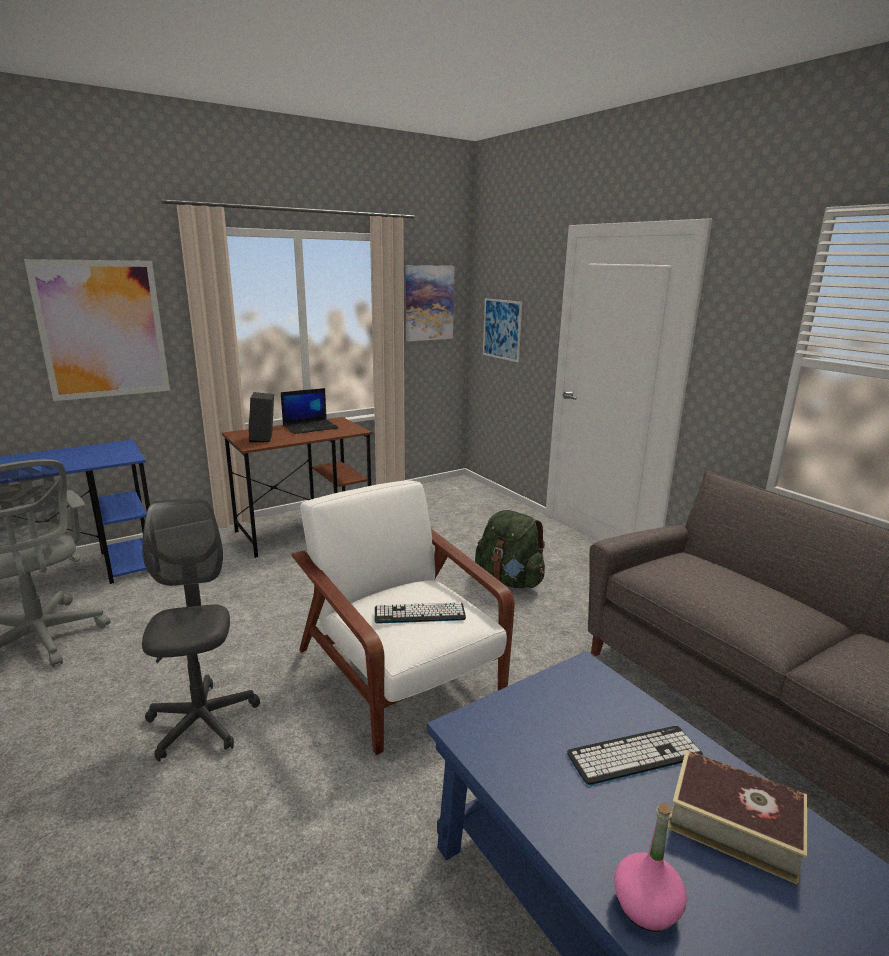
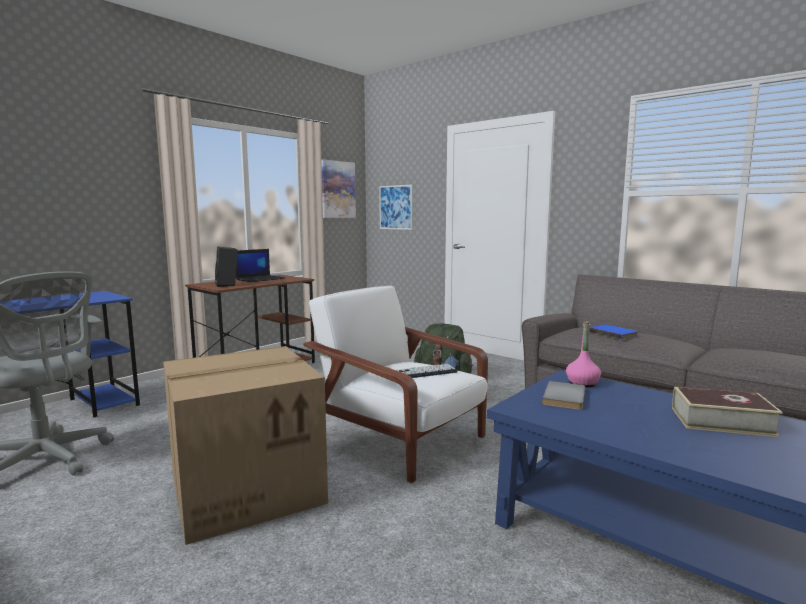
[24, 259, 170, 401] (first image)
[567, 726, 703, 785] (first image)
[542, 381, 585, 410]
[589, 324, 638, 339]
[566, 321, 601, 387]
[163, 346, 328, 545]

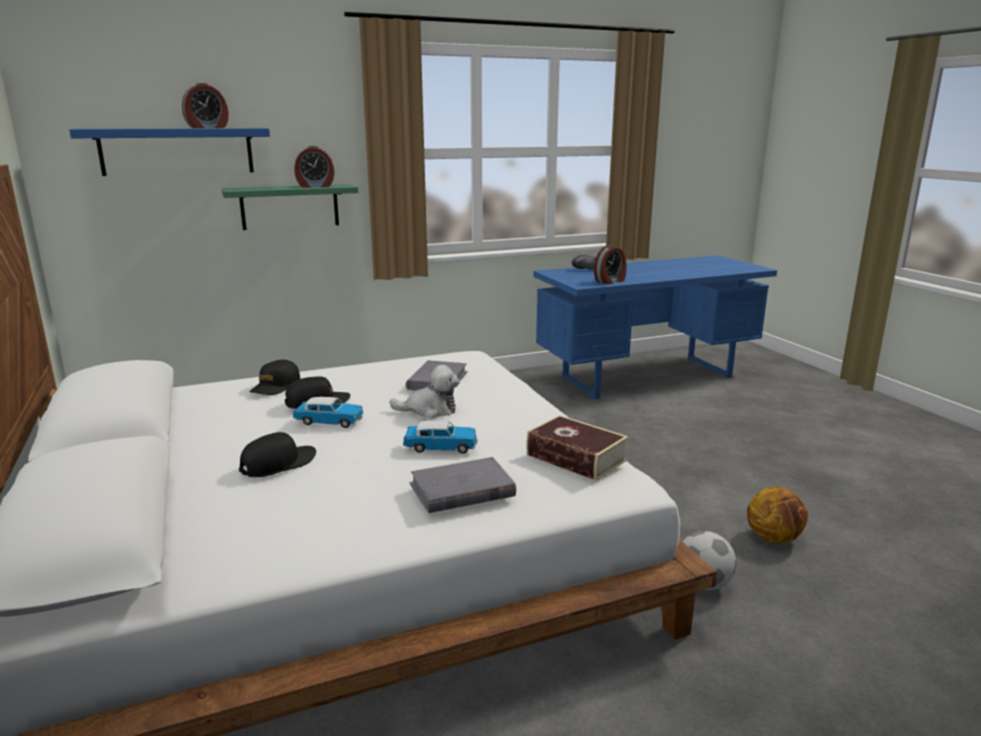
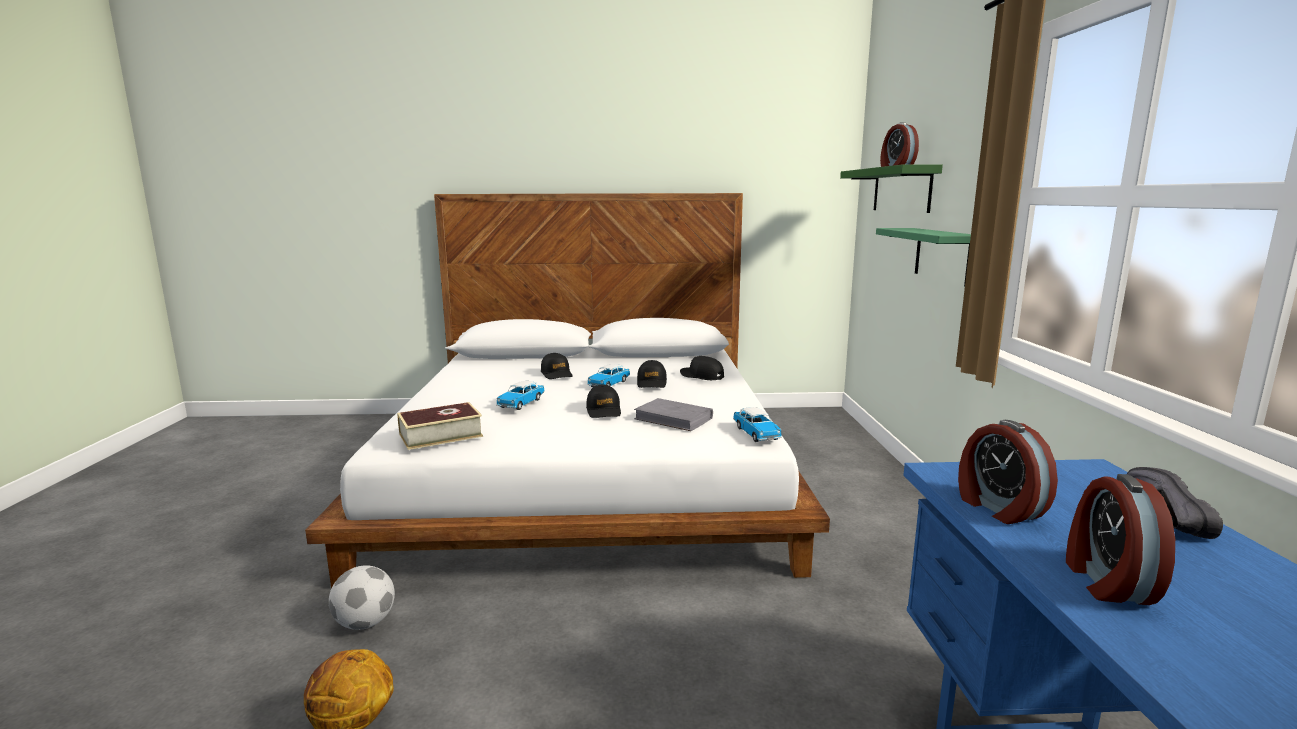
[409, 457, 516, 513] (first image)
[733, 407, 782, 442]
[1066, 474, 1175, 605]
[586, 385, 621, 418]
[840, 164, 943, 213]

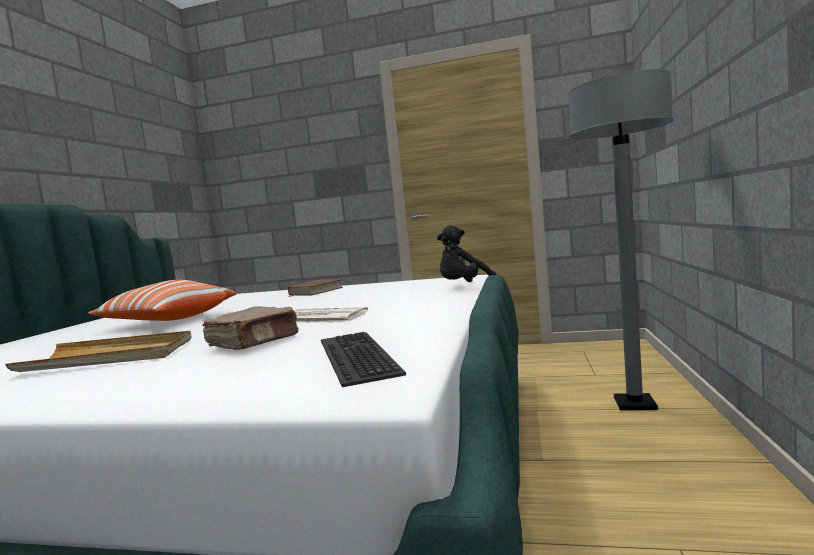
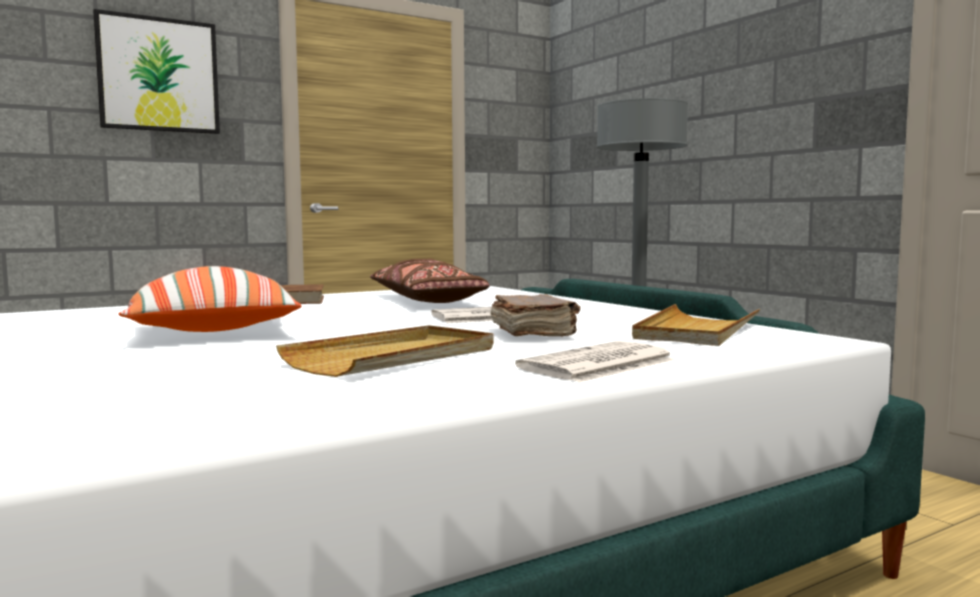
[437, 225, 497, 282] (first image)
[93, 9, 220, 134]
[370, 258, 490, 303]
[515, 341, 676, 382]
[632, 304, 760, 346]

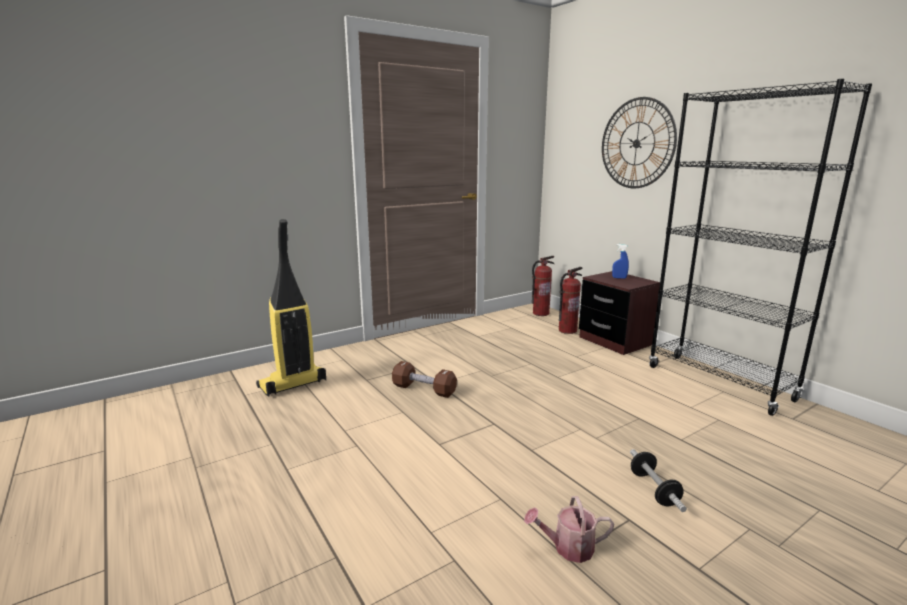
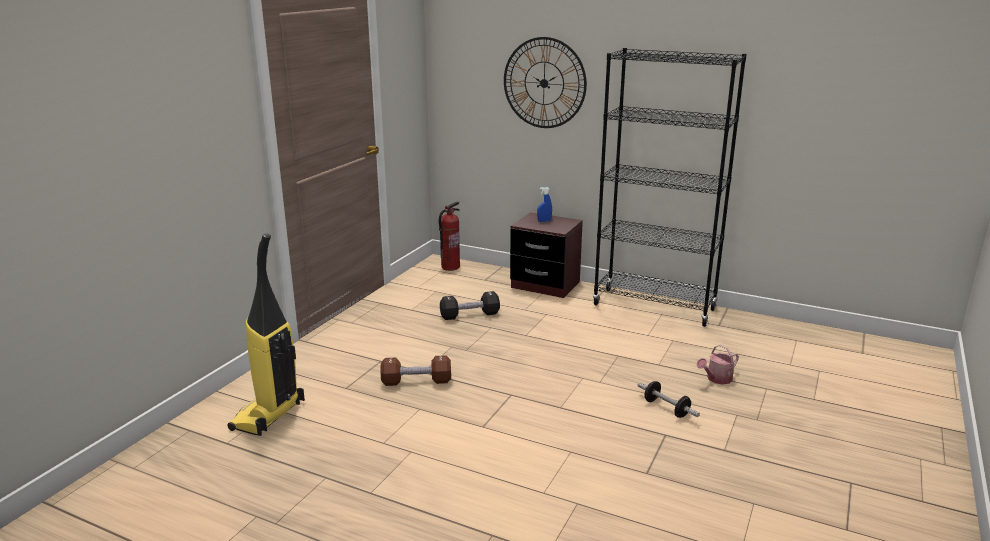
[559, 267, 582, 334] (first image)
[440, 291, 500, 320]
[697, 345, 739, 385]

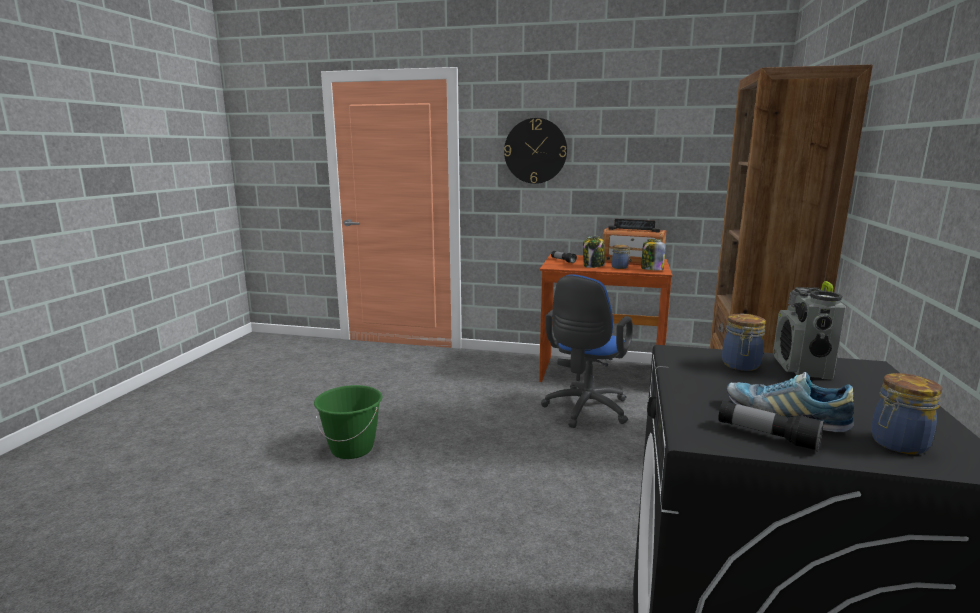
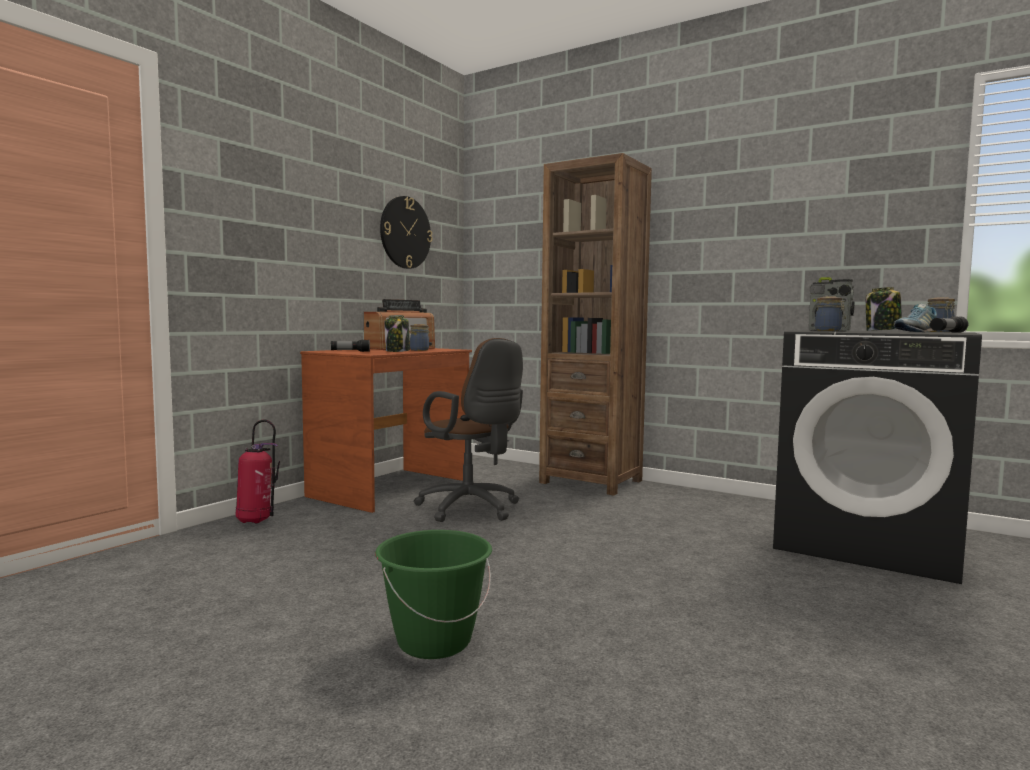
[236, 420, 280, 523]
[380, 196, 432, 269]
[866, 287, 902, 331]
[414, 338, 523, 522]

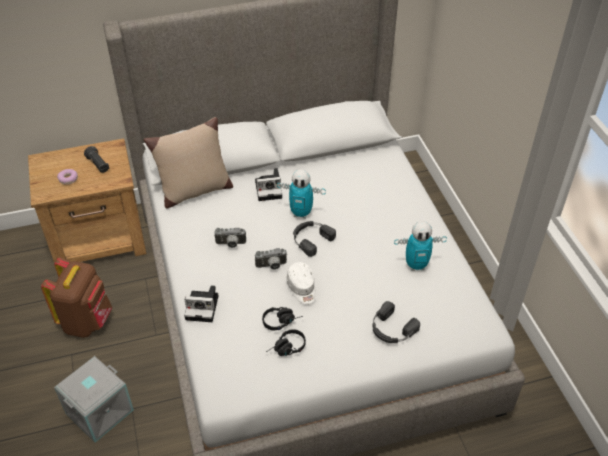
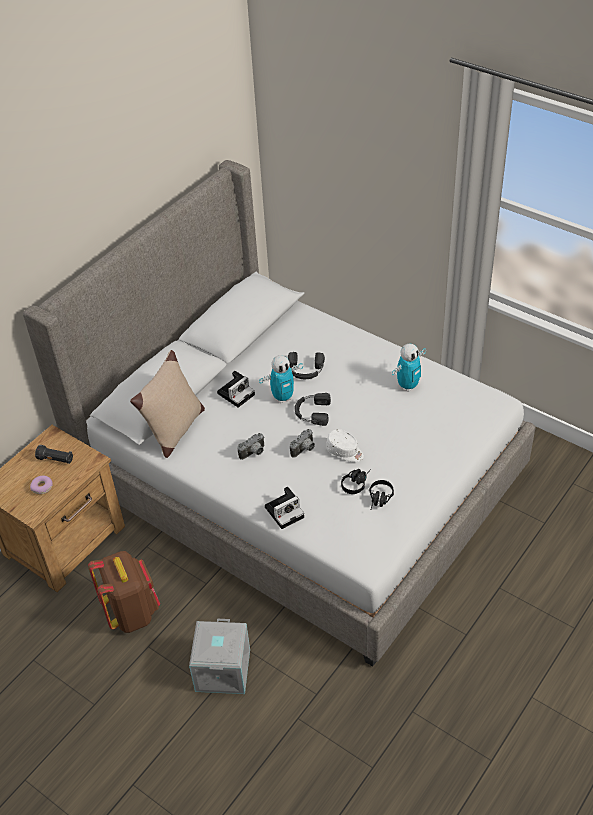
[288, 352, 325, 379]

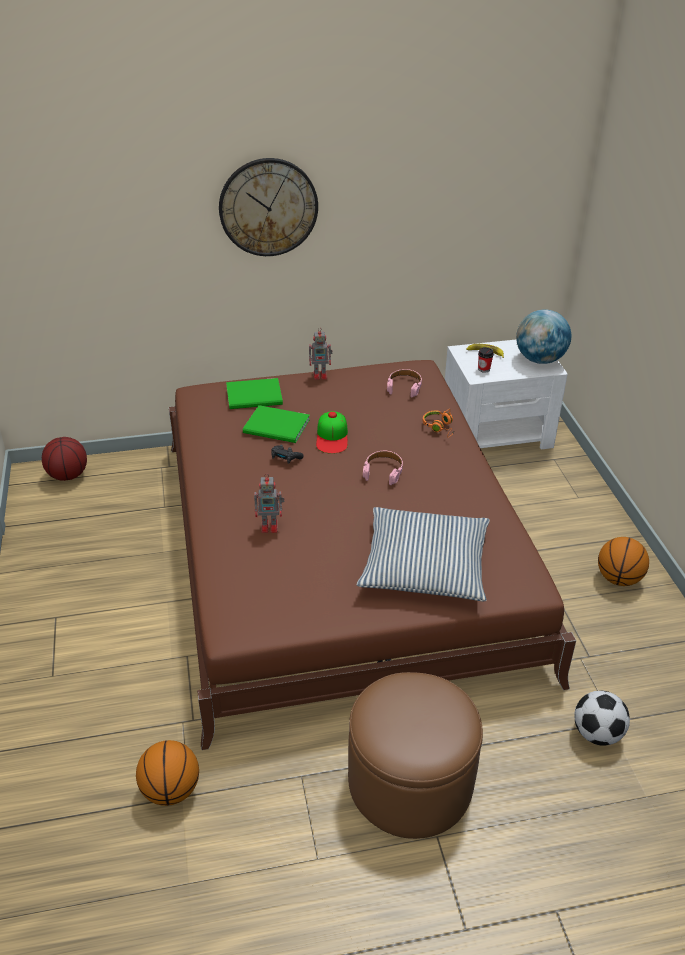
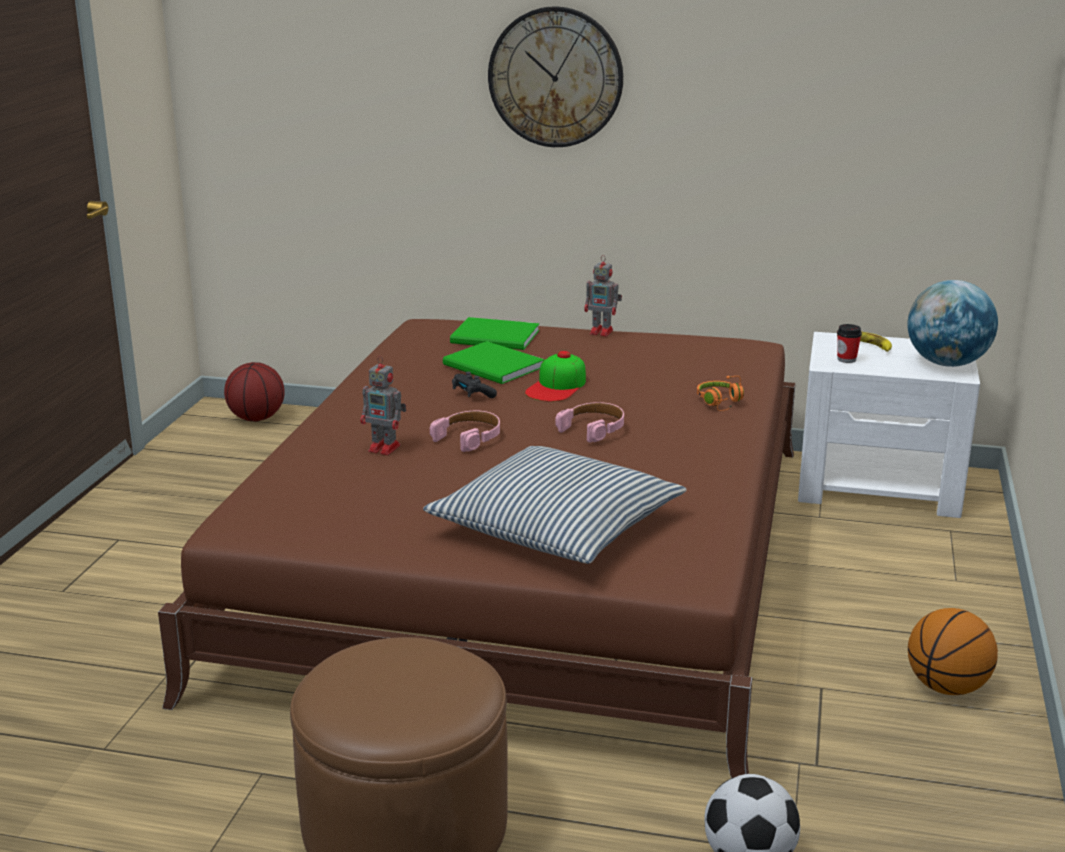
[136, 740, 199, 806] (first image)
[430, 411, 500, 452]

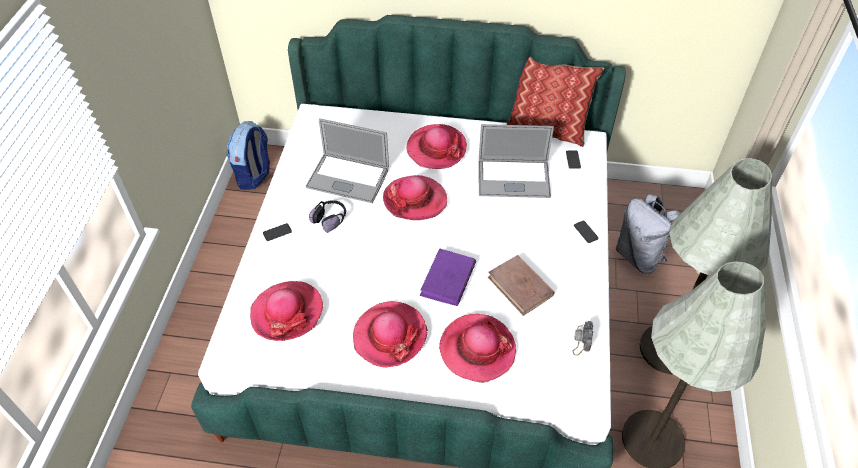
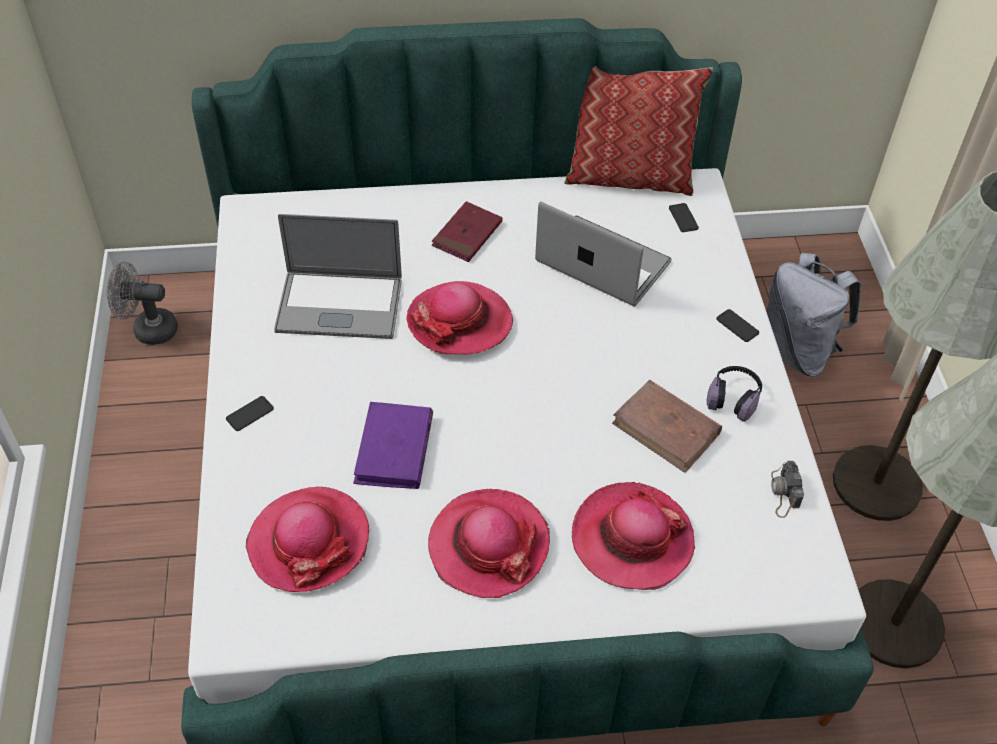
[707, 366, 762, 422]
[353, 402, 433, 489]
[106, 261, 178, 345]
[432, 201, 503, 262]
[535, 201, 672, 307]

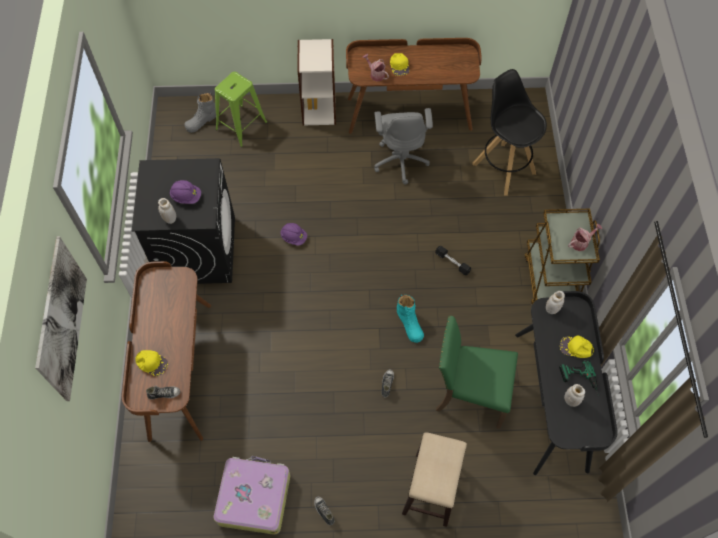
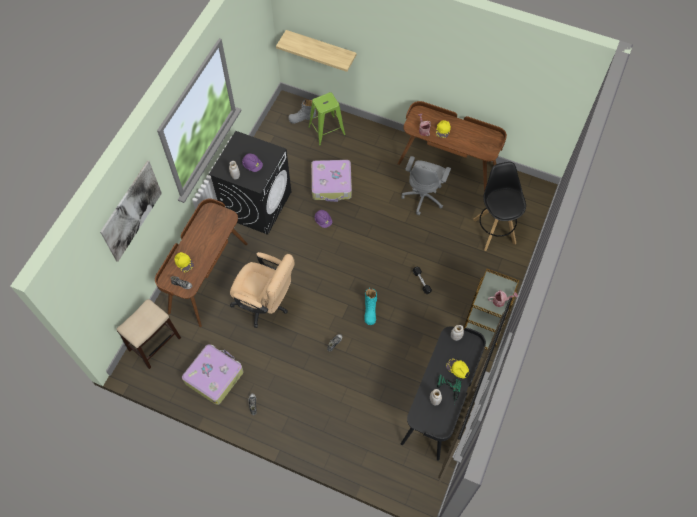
[297, 39, 336, 126] (first image)
[436, 316, 518, 429] (first image)
[230, 252, 294, 328]
[276, 30, 357, 72]
[311, 160, 352, 202]
[116, 299, 181, 369]

